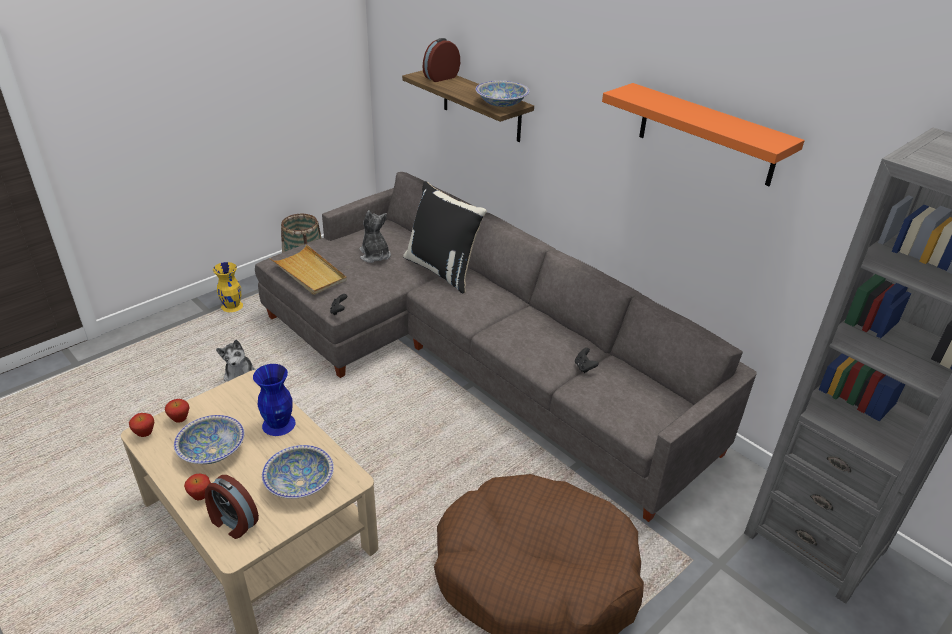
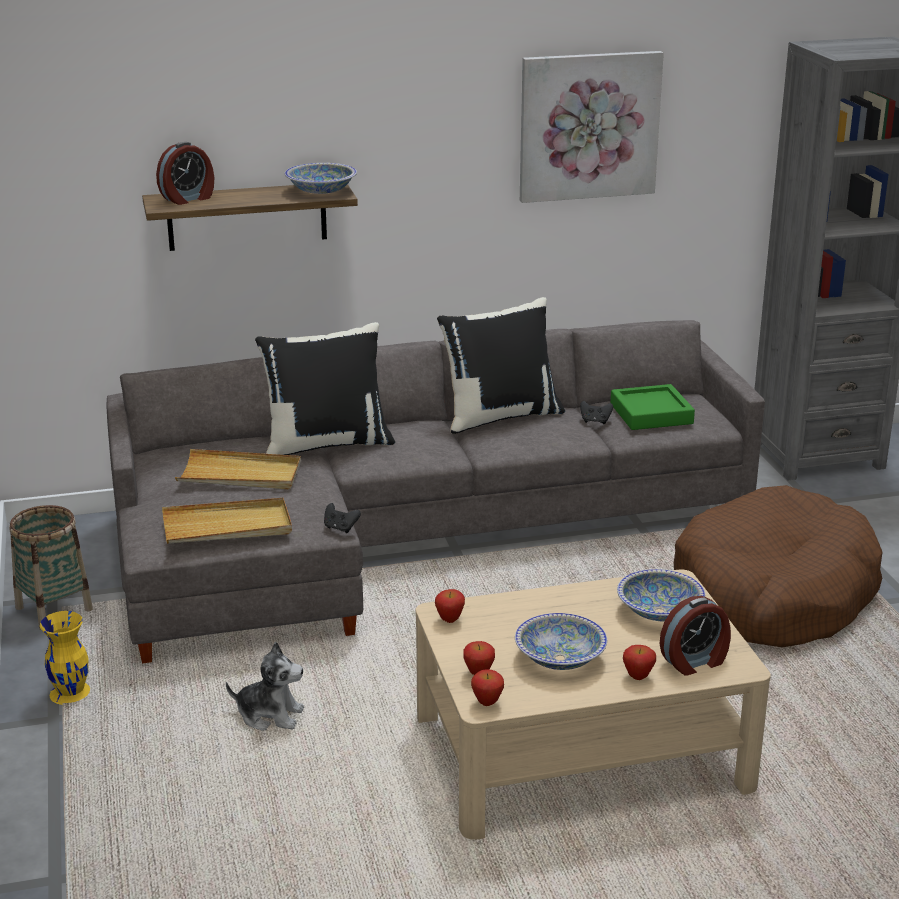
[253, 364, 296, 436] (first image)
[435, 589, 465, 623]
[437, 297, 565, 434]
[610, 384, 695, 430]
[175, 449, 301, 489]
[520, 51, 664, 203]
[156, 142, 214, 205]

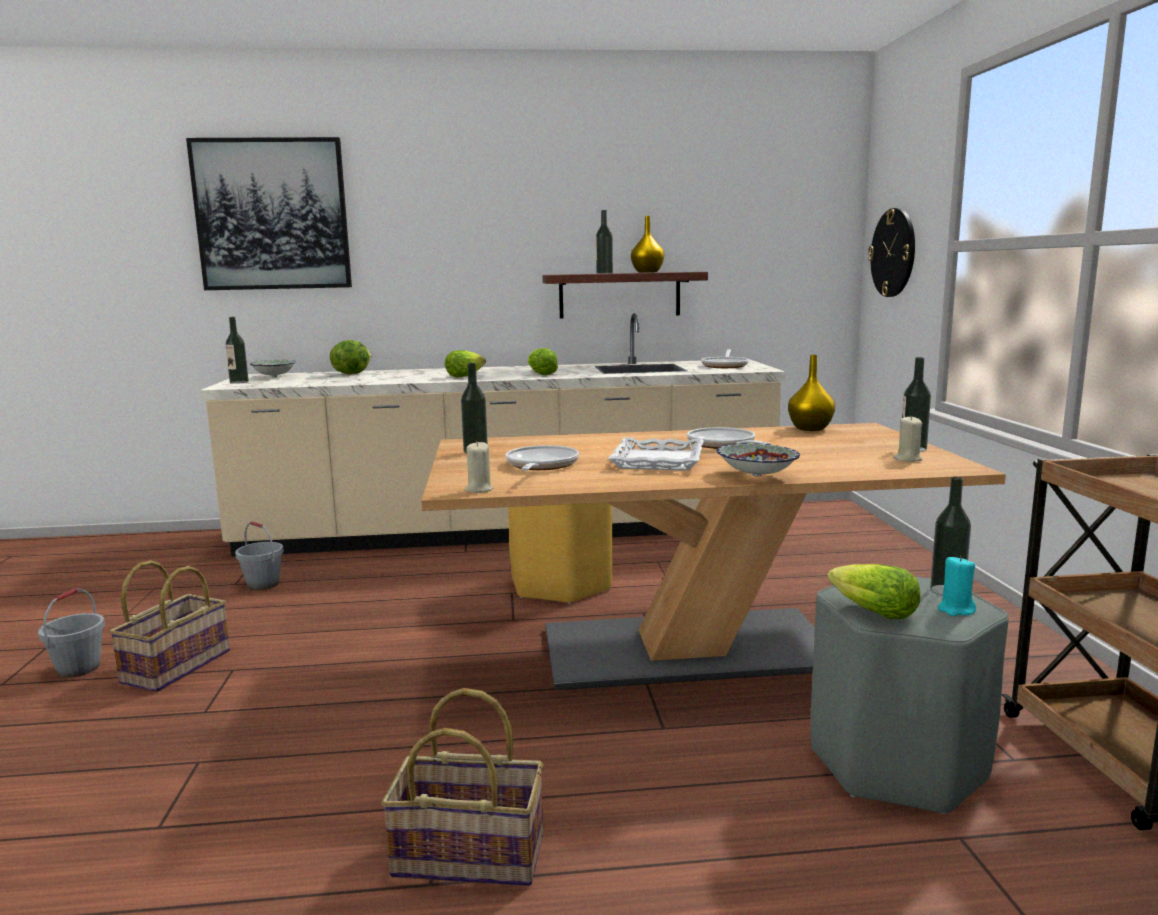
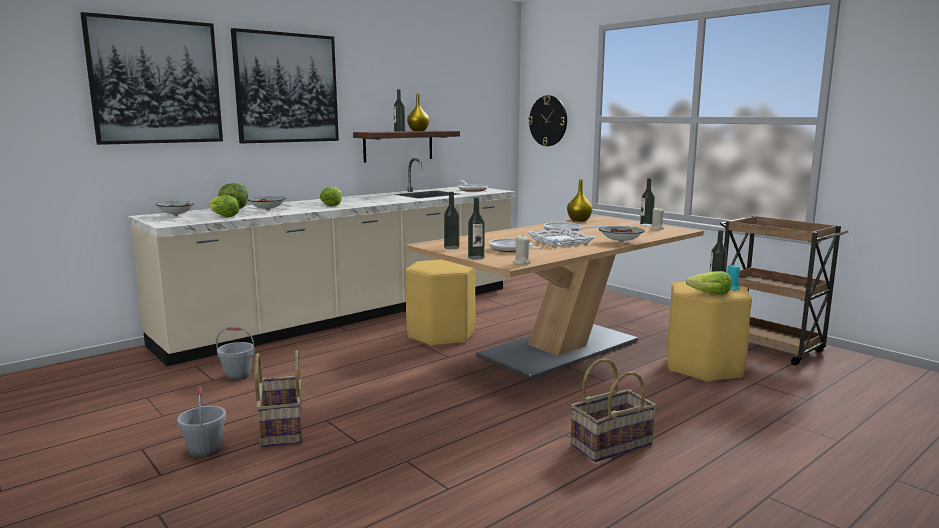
[231, 28, 339, 144]
[248, 196, 286, 210]
[468, 198, 485, 260]
[209, 195, 239, 217]
[667, 282, 752, 382]

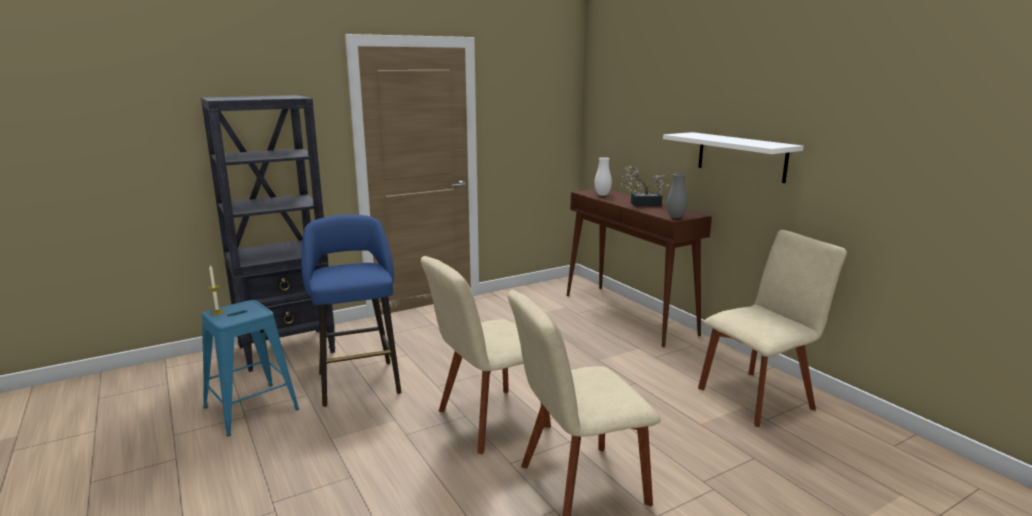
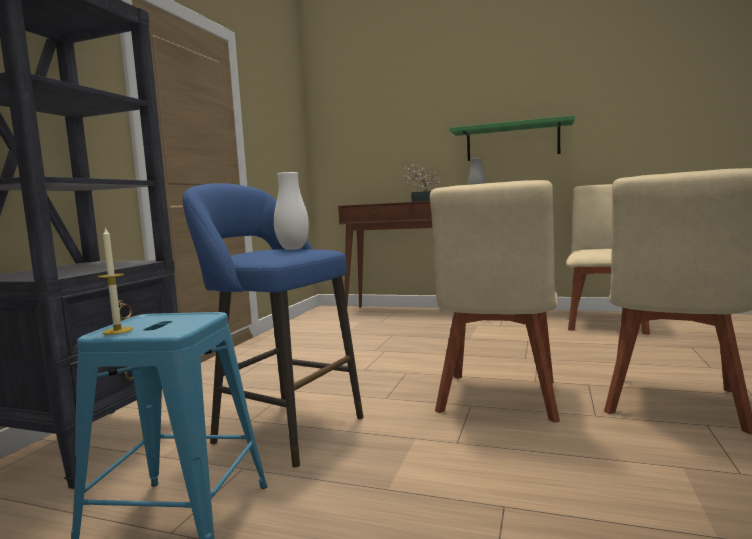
[274, 172, 309, 250]
[450, 115, 575, 161]

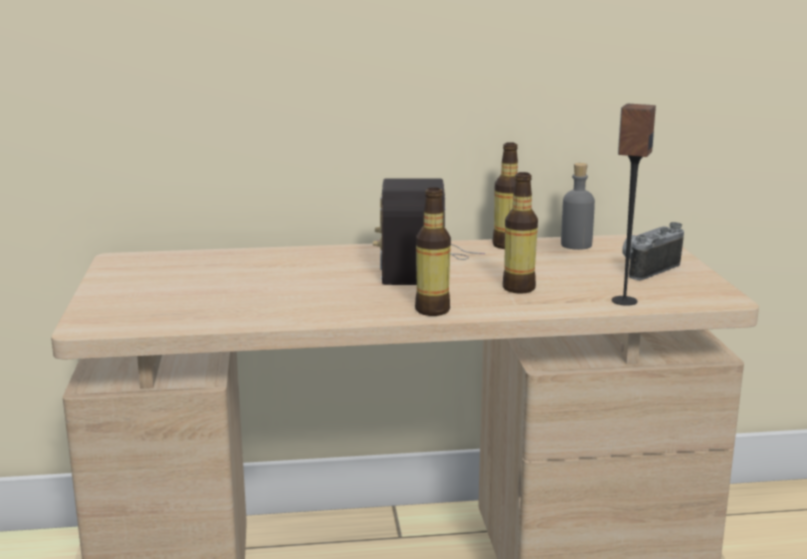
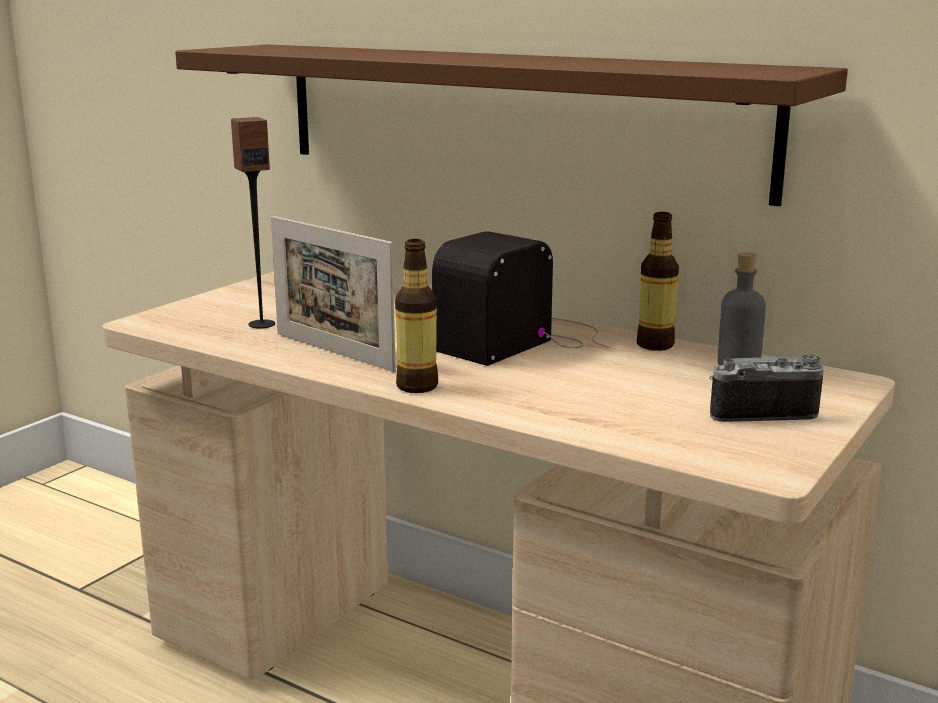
[502, 172, 538, 294] (first image)
[175, 44, 848, 206]
[271, 216, 396, 372]
[231, 117, 275, 329]

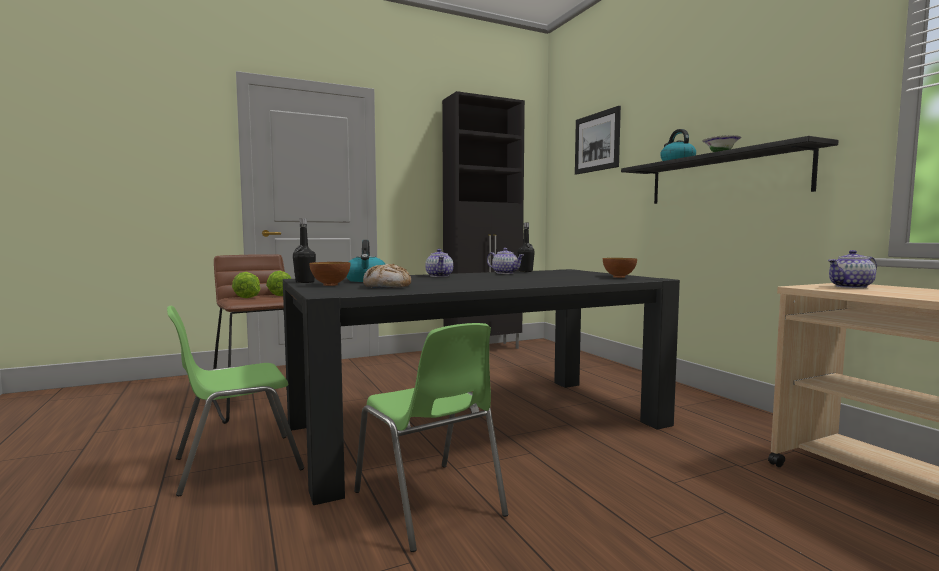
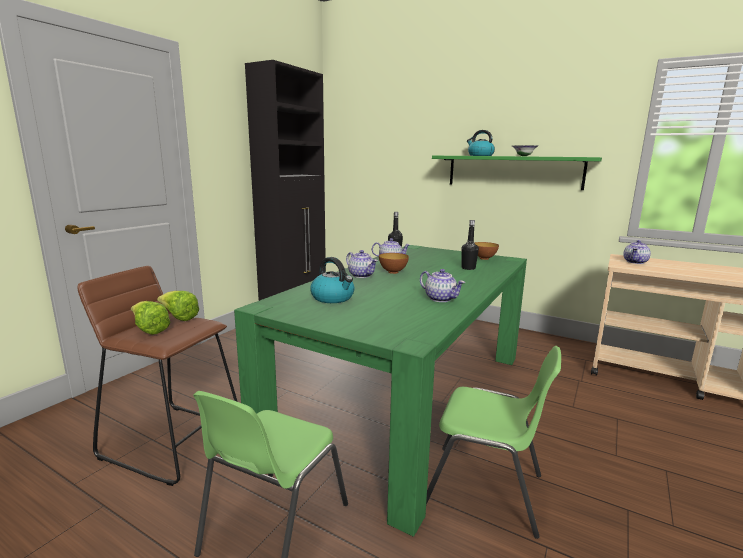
[363, 264, 411, 288] (first image)
[575, 106, 621, 175] (first image)
[420, 269, 465, 302]
[461, 220, 479, 270]
[379, 253, 409, 274]
[234, 245, 527, 537]
[432, 156, 602, 190]

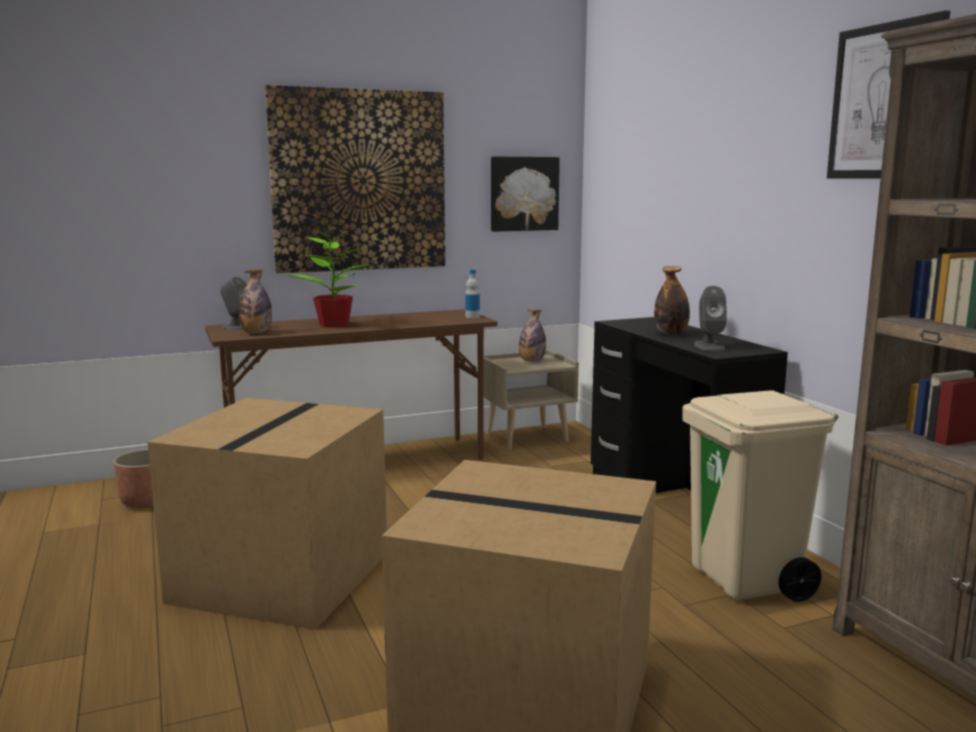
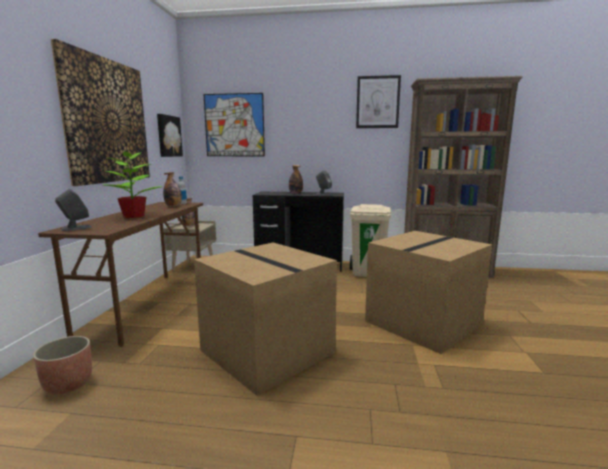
[203, 93, 265, 156]
[163, 172, 182, 206]

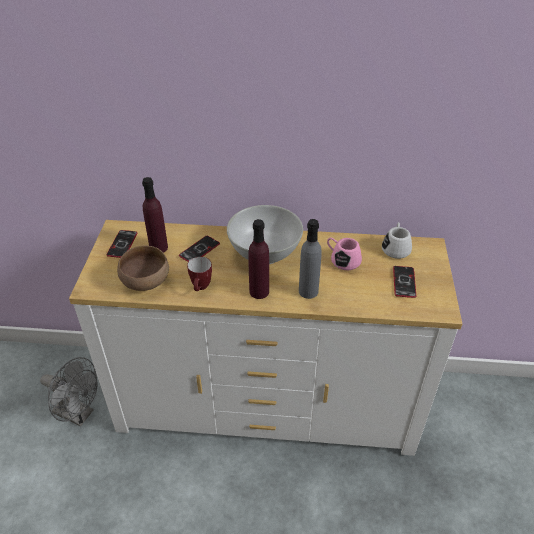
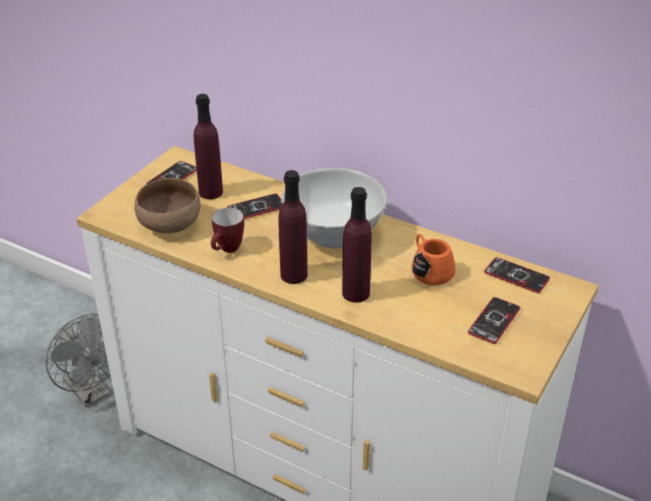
[484, 257, 550, 293]
[342, 187, 372, 303]
[411, 234, 455, 285]

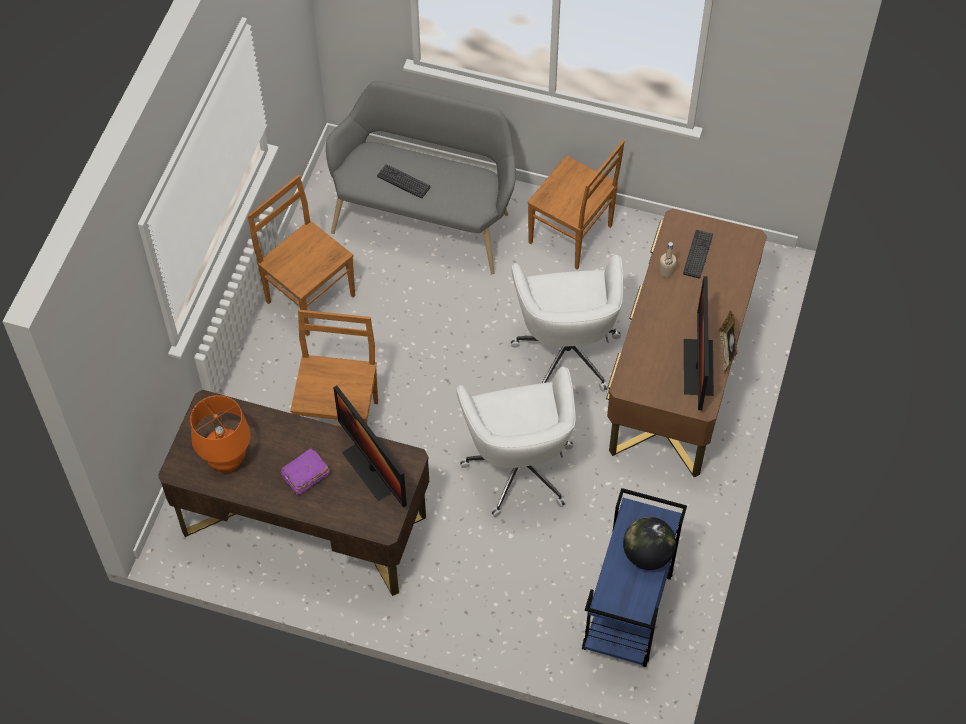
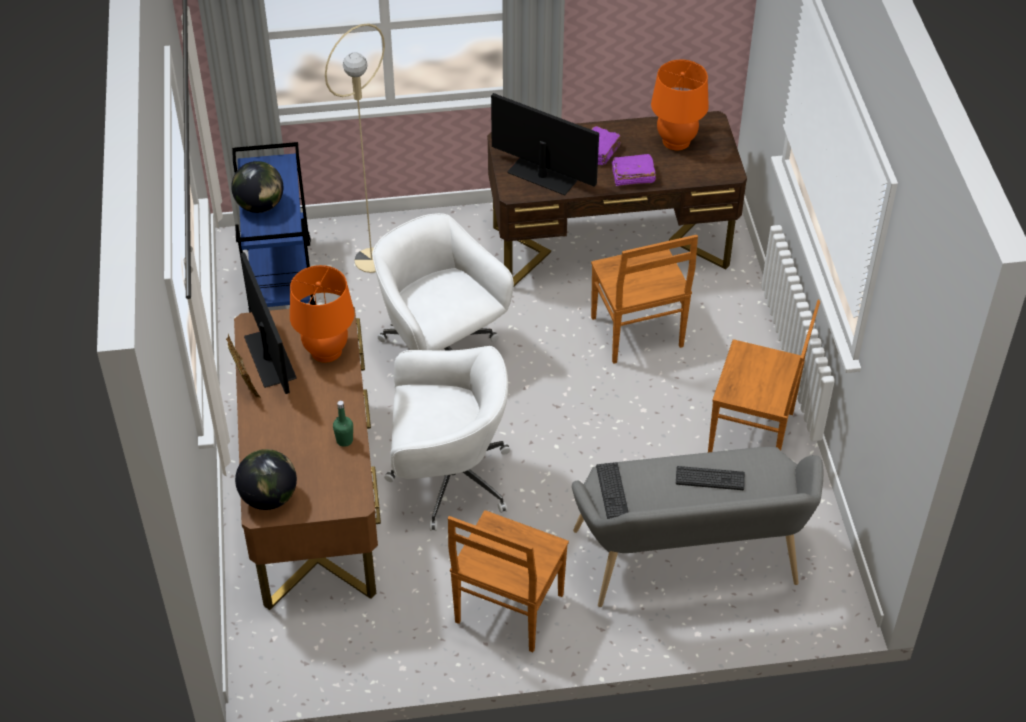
[235, 449, 297, 510]
[290, 265, 354, 363]
[325, 23, 385, 273]
[612, 154, 656, 186]
[596, 462, 628, 519]
[333, 401, 353, 447]
[384, 346, 510, 531]
[448, 510, 569, 652]

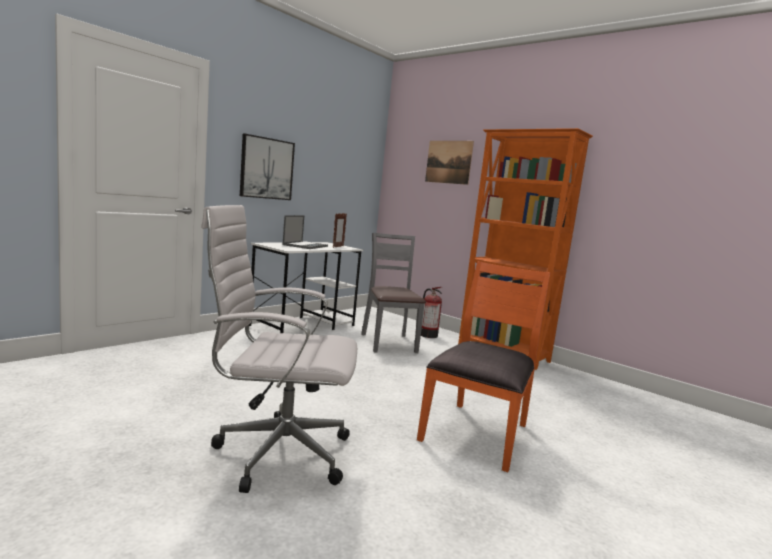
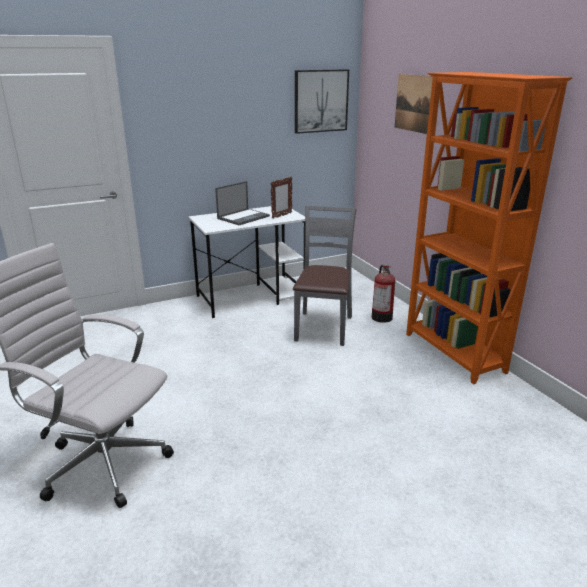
[417, 261, 550, 472] (first image)
[295, 69, 349, 134]

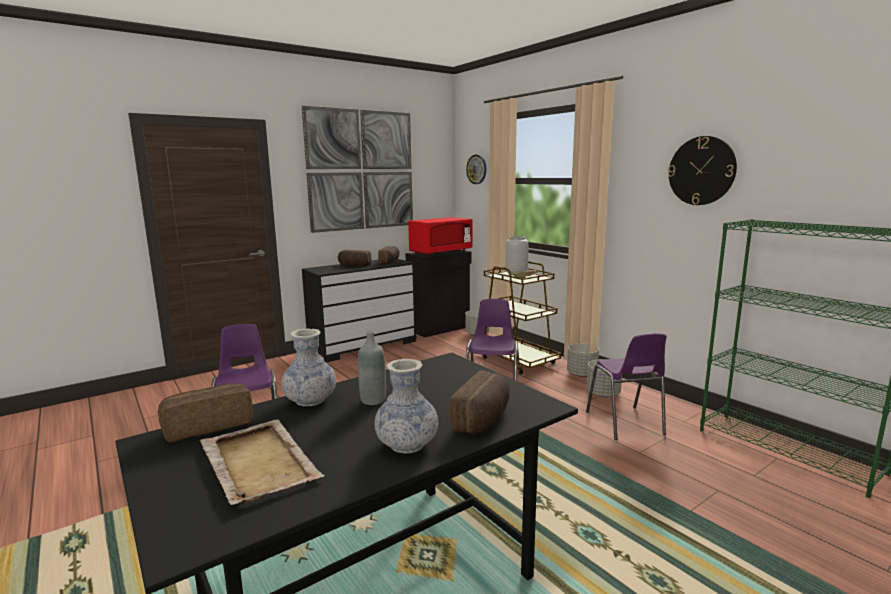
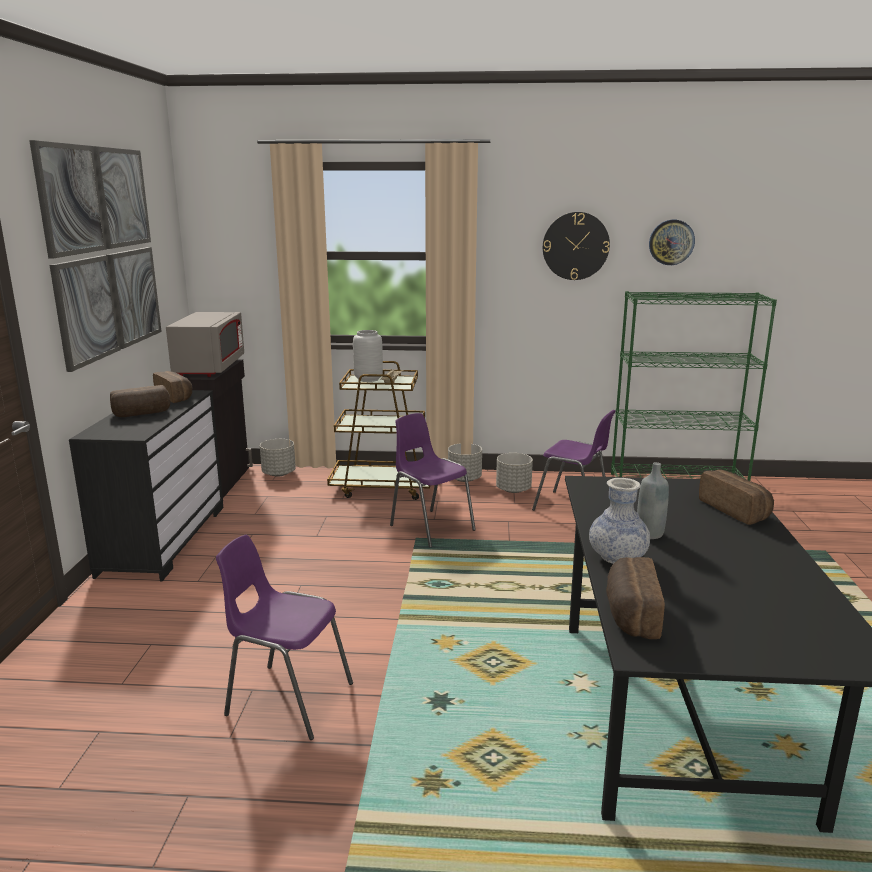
[200, 419, 325, 505] (first image)
[375, 359, 438, 454] (first image)
[649, 220, 695, 265]
[166, 312, 244, 377]

